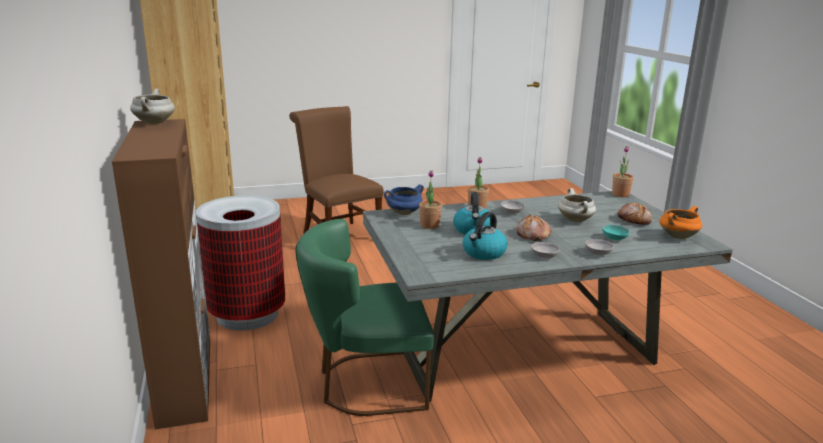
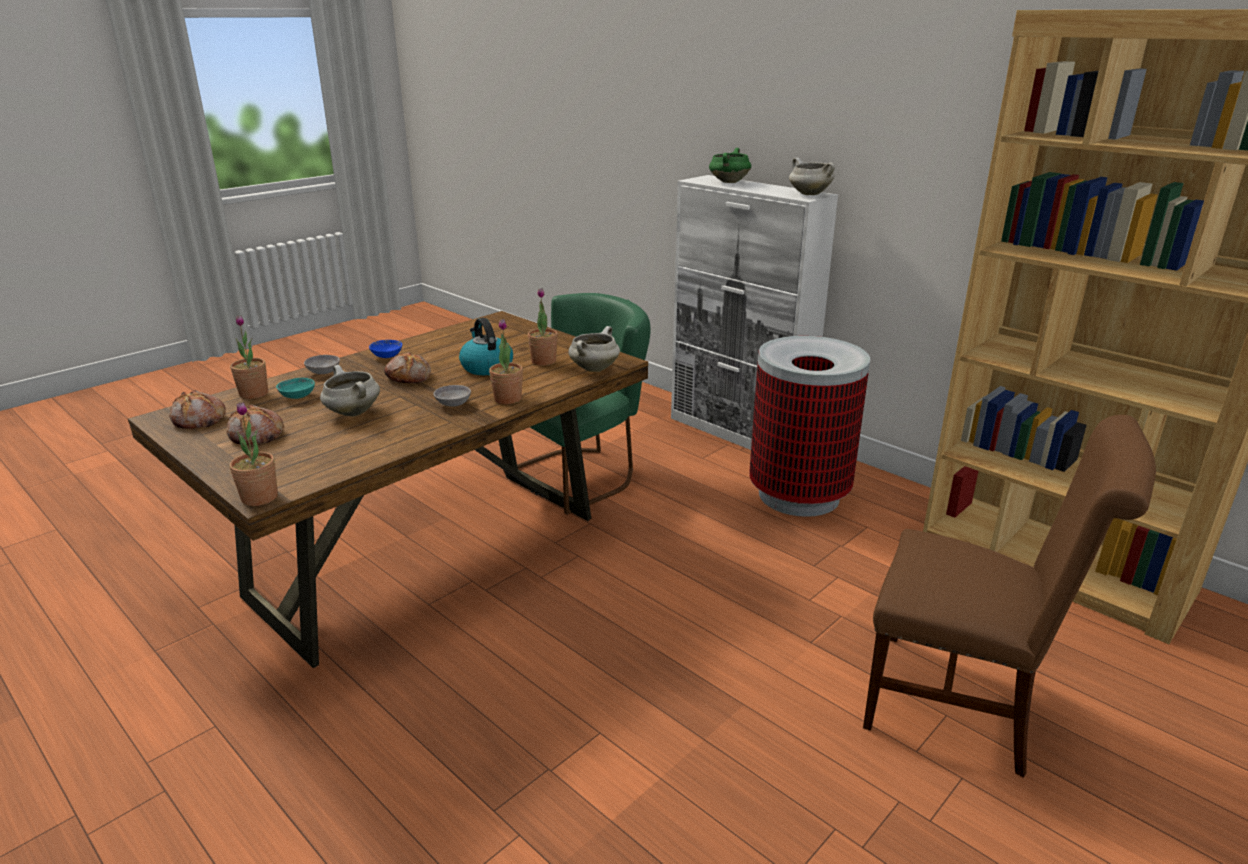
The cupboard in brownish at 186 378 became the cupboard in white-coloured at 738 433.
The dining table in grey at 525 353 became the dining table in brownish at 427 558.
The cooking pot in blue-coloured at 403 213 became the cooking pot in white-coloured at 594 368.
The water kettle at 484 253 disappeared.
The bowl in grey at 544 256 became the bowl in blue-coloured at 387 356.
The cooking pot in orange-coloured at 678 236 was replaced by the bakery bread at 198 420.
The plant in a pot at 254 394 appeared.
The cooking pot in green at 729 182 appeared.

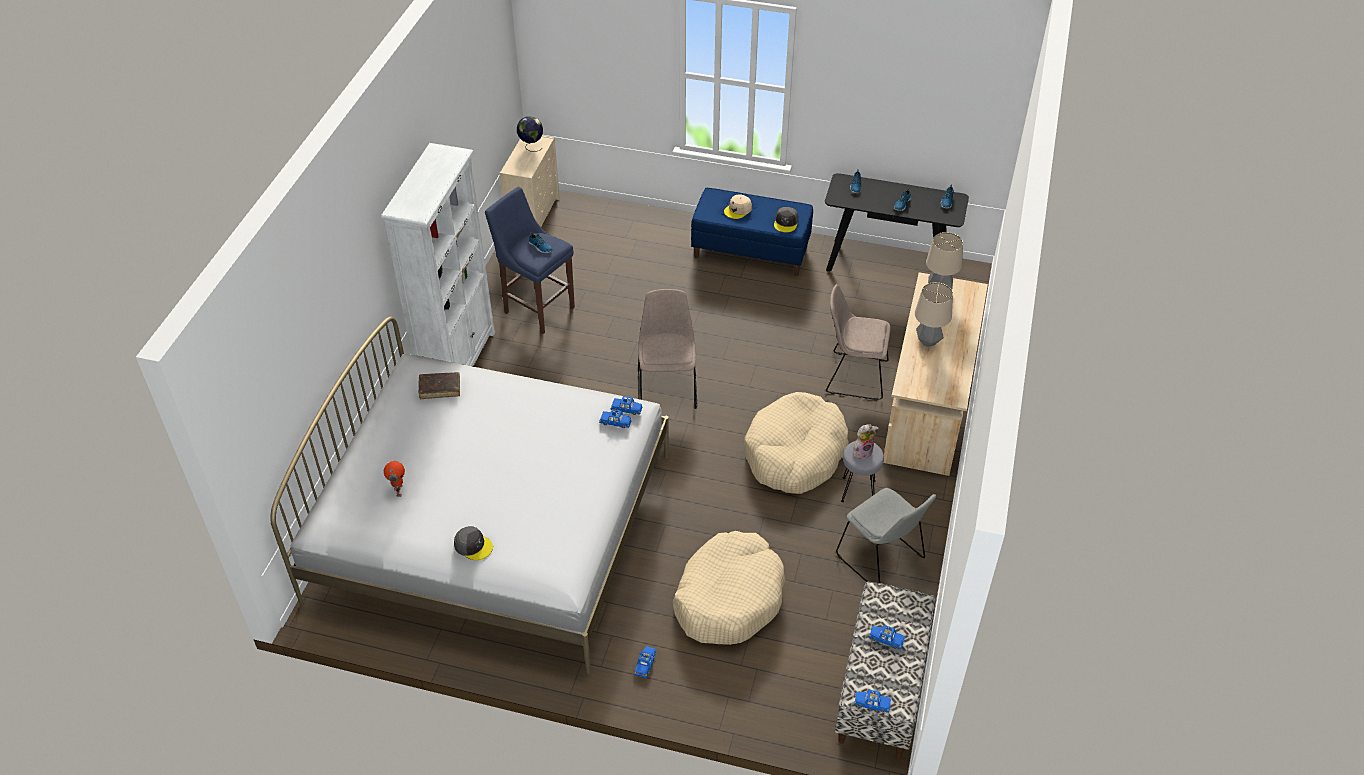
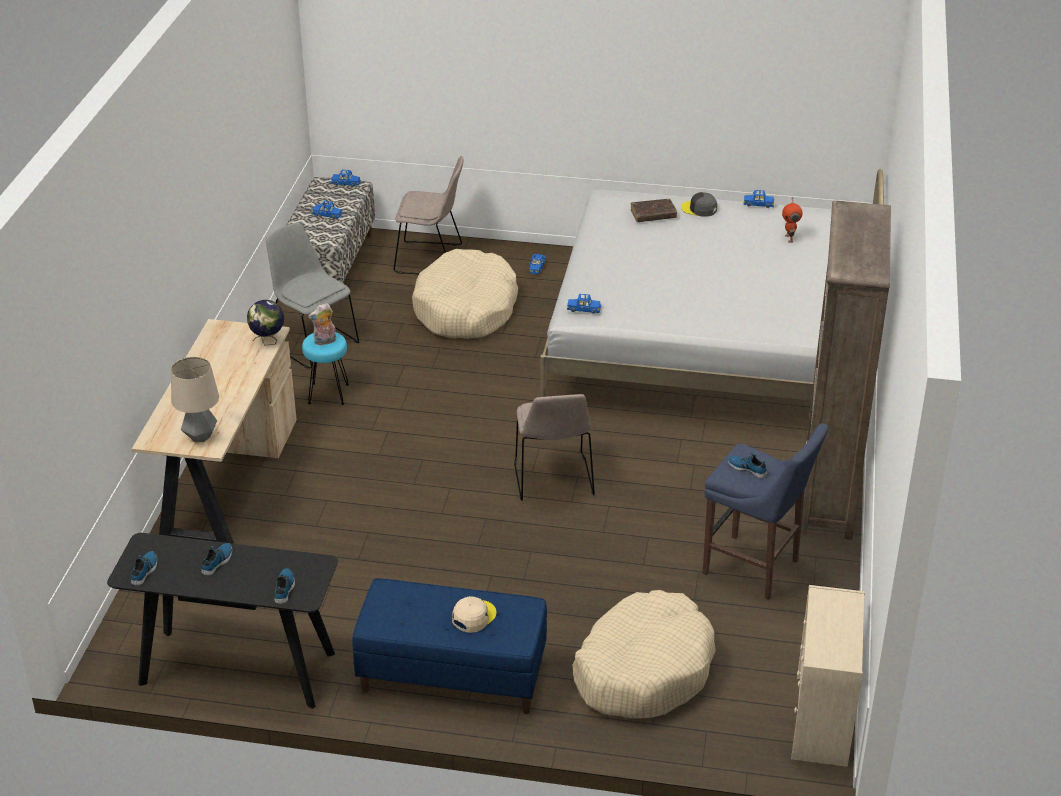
The bookcase in white-coloured at 458 362 became the bookcase in brownish at 827 494.
The book in brownish moved from 440 388 to 653 215.
The globe moved from 531 146 to 268 341.
The toy car in blue-coloured moved from 615 422 to 758 204.
The dog bed in sand-coloured moved from 795 454 to 643 669.
The cap in grey at 786 222 disappeared.
The plain chair in sand-coloured moved from 853 376 to 431 259.
The sitting stool in grey at 858 491 became the sitting stool in turquoise at 328 393.
The lamp for a table at 928 341 disappeared.

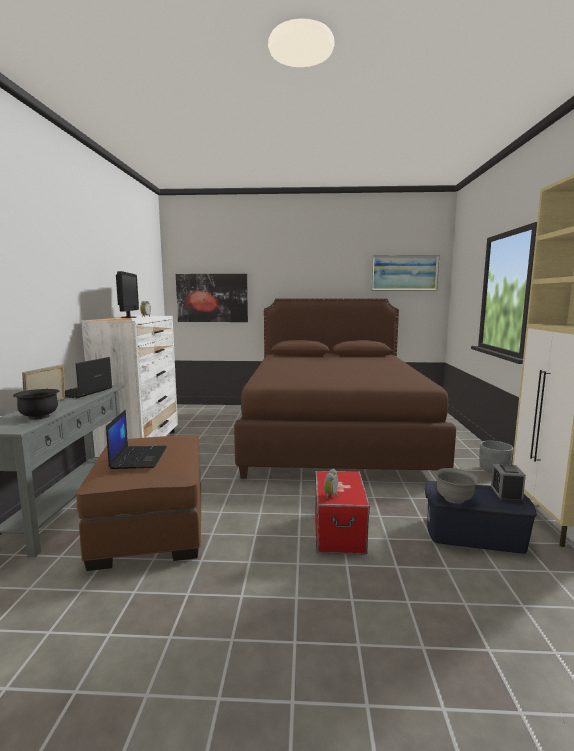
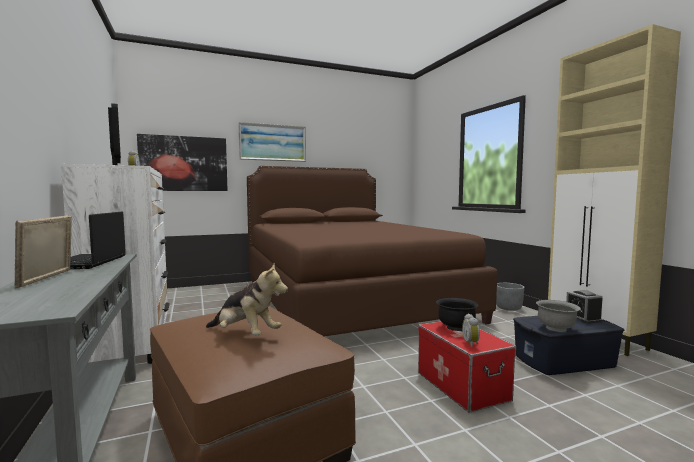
The bowl in black-coloured moved from 39 417 to 456 327.
The laptop at 138 457 was replaced by the soft toy at 245 335.
The picture moved from 404 273 to 273 142.

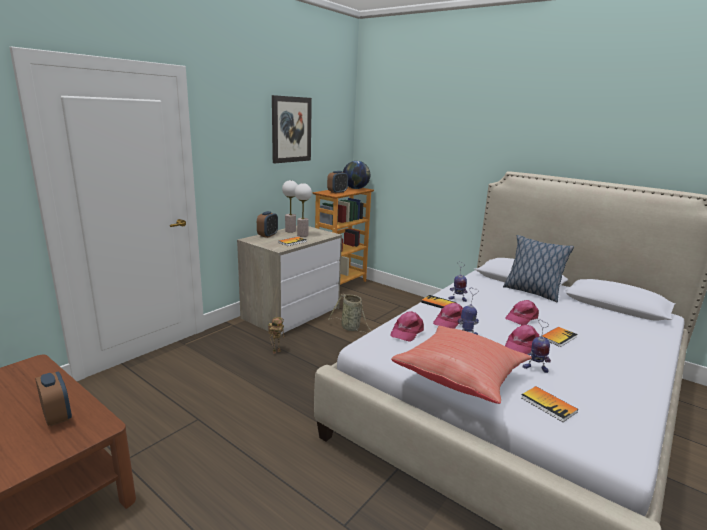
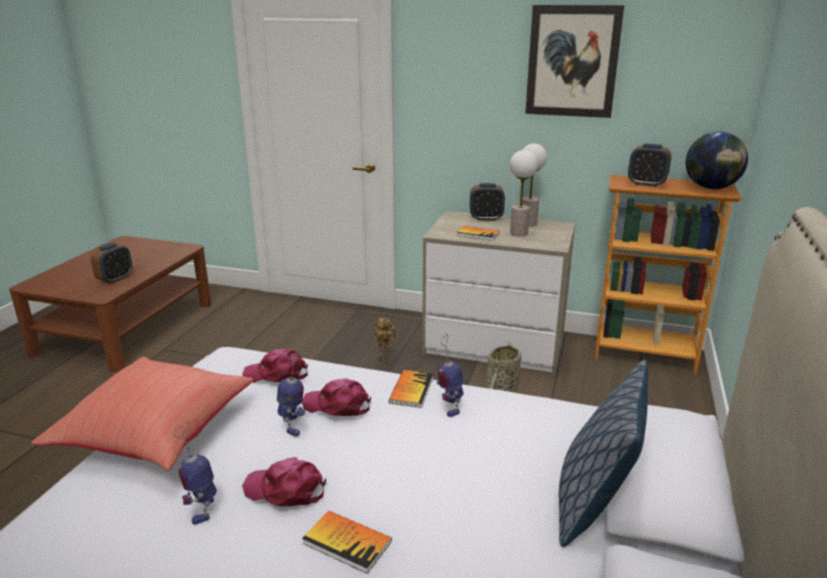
The cap in pink at 521 317 disappeared.
The book at 548 404 disappeared.

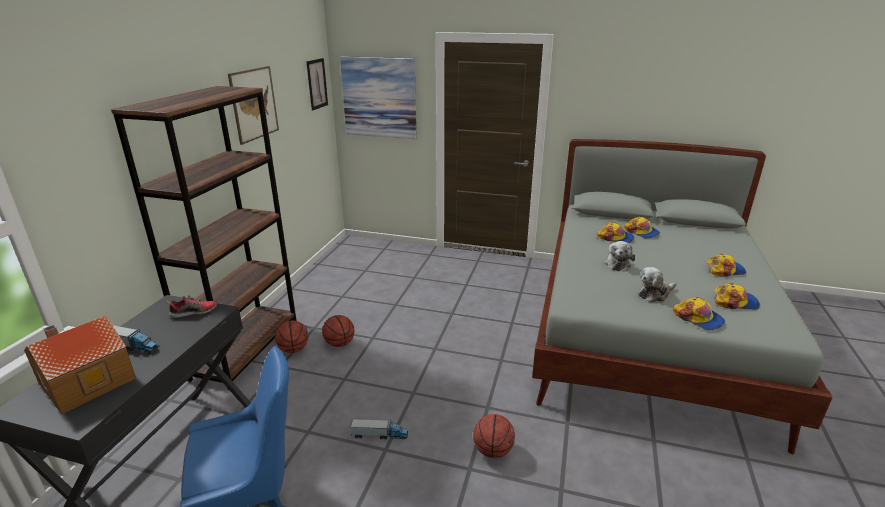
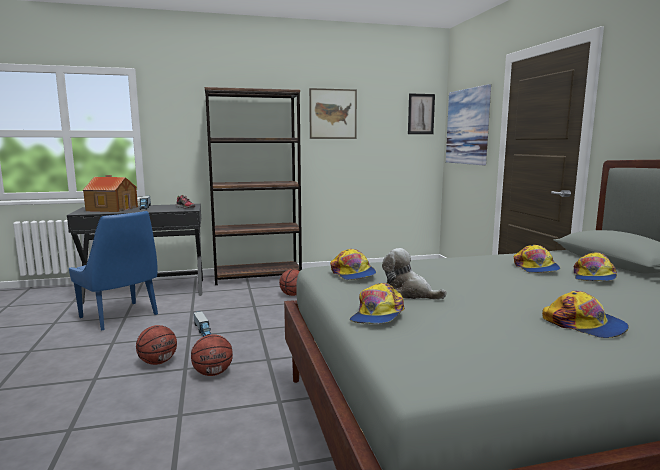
The ball for basketball moved from 293 349 to 158 362.
The soft toy at 617 264 disappeared.
The cap moved from 735 302 to 353 273.

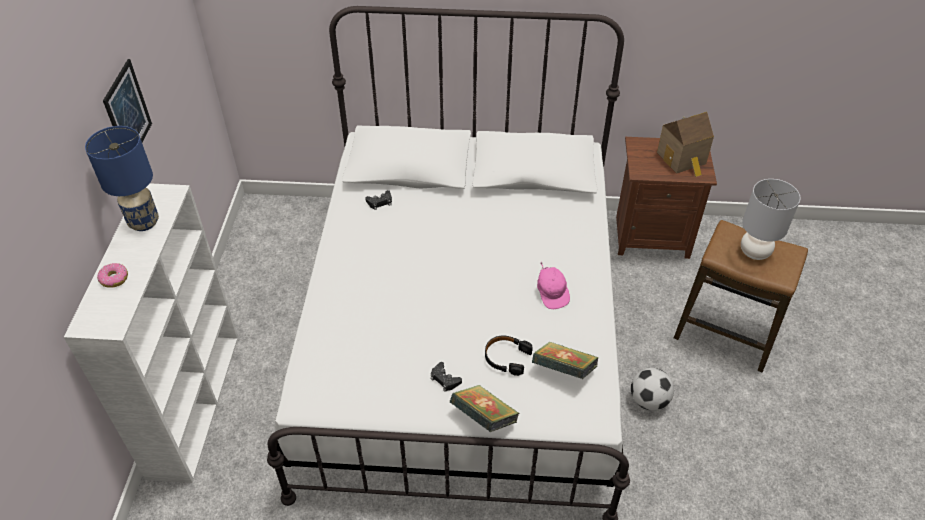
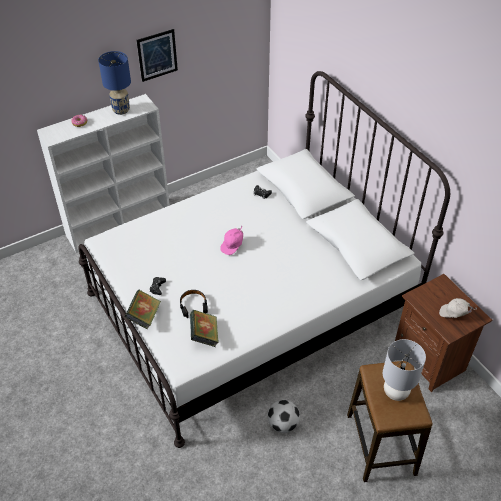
The cap in pink moved from 552 293 to 233 246.
The model house at 683 159 was replaced by the cap in white-coloured at 454 314.

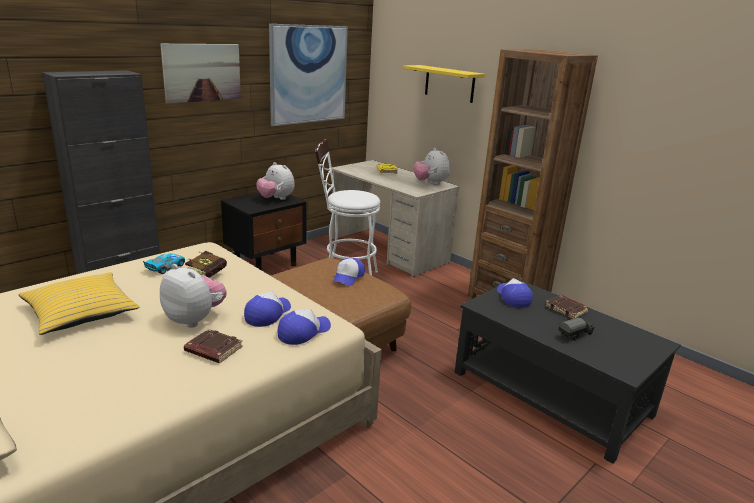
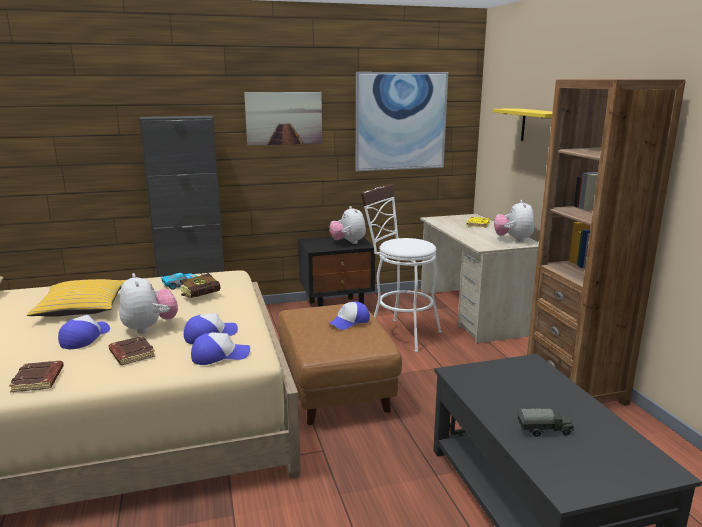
The cap moved from 513 297 to 85 338.
The book in brownish moved from 567 309 to 39 380.

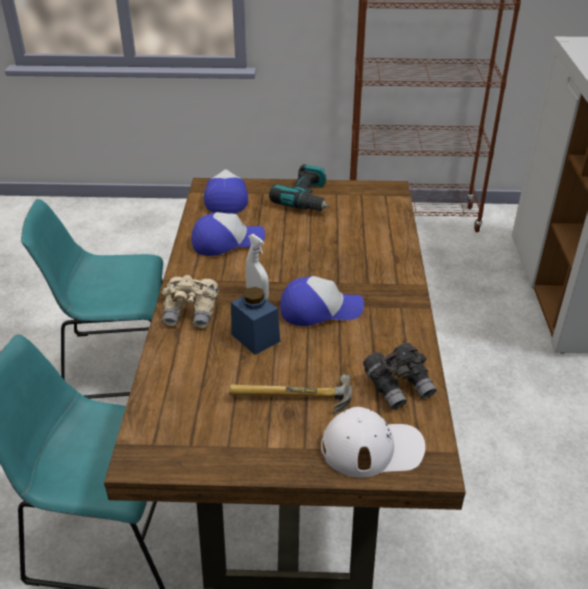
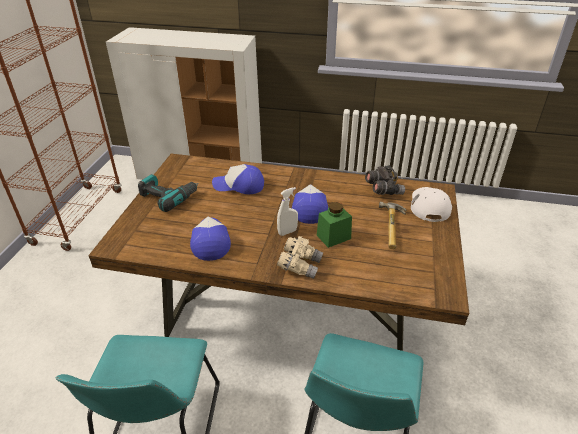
The cap moved from 226 198 to 239 186.
The preserve jar in blue-coloured at 255 337 became the preserve jar in green at 333 237.

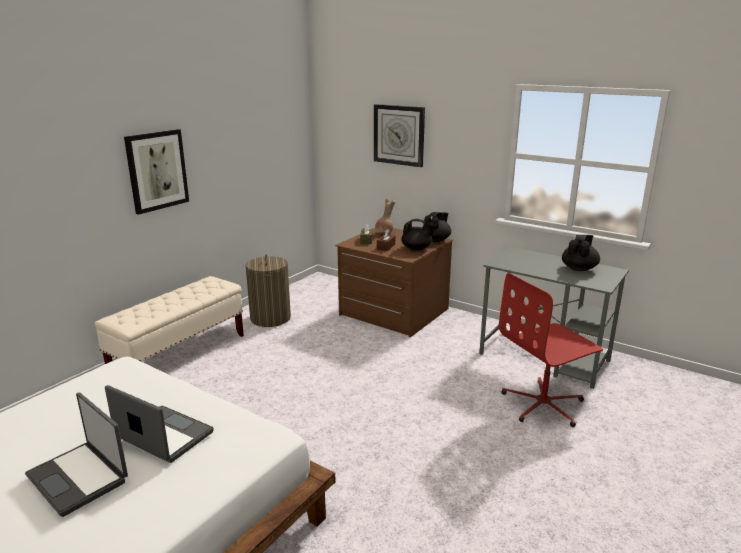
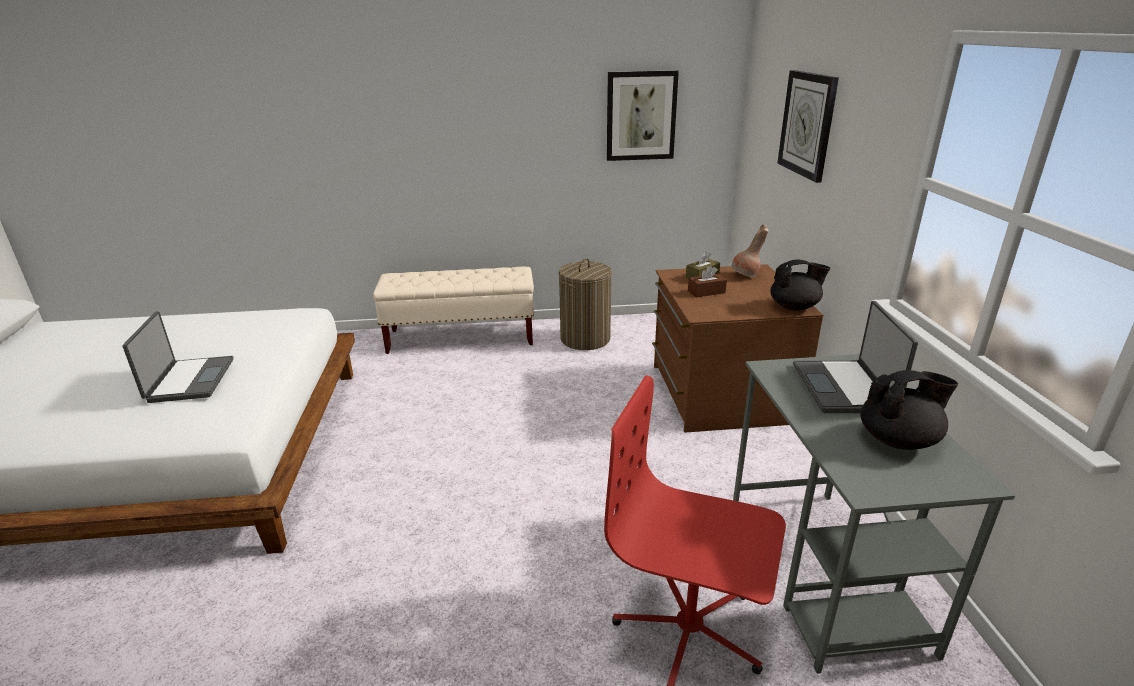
The laptop moved from 79 477 to 845 388.
The picture moved from 157 170 to 641 116.
The teapot in black-coloured at 417 248 disappeared.

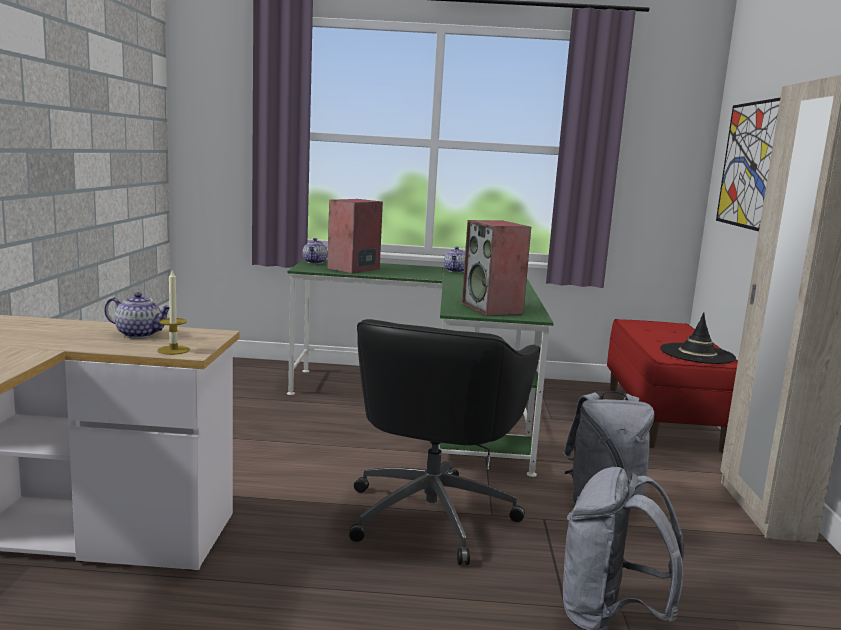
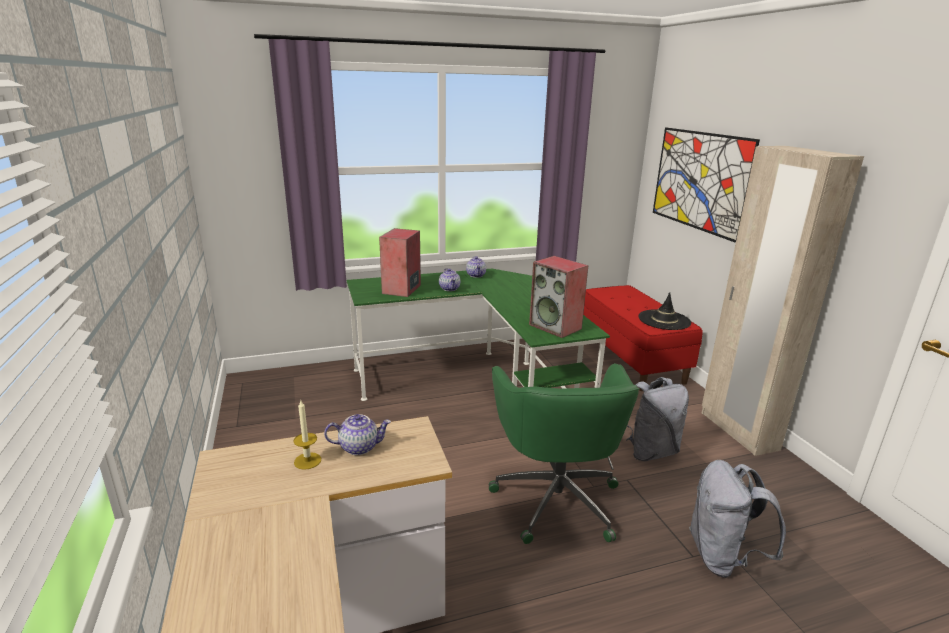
The wax candle moved from 173 350 to 307 461.
The teapot moved from 315 262 to 450 288.
The computer chair in black-coloured at 432 513 became the computer chair in green at 556 497.

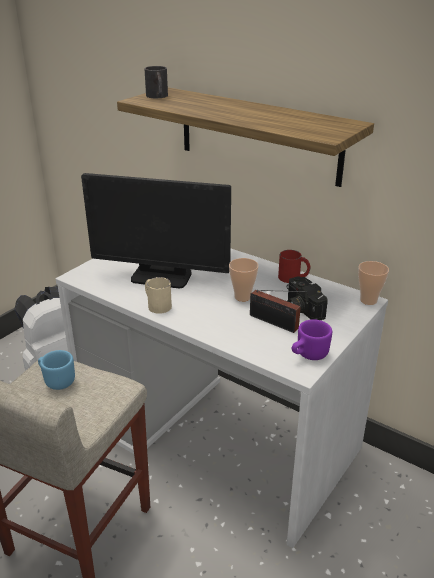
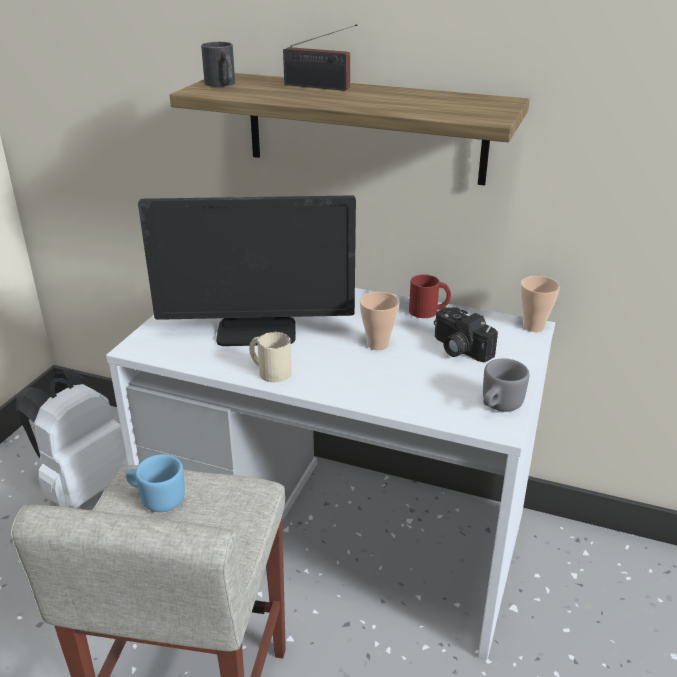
The radio set moved from 276 323 to 320 87.
The mug in purplish at 308 355 became the mug in grey at 498 406.

